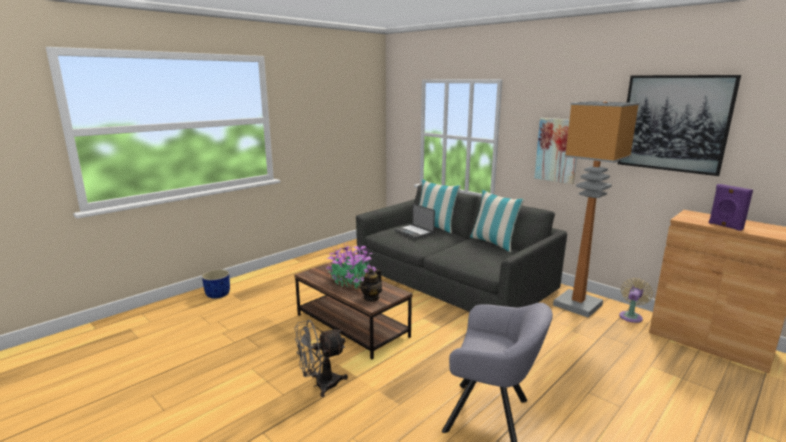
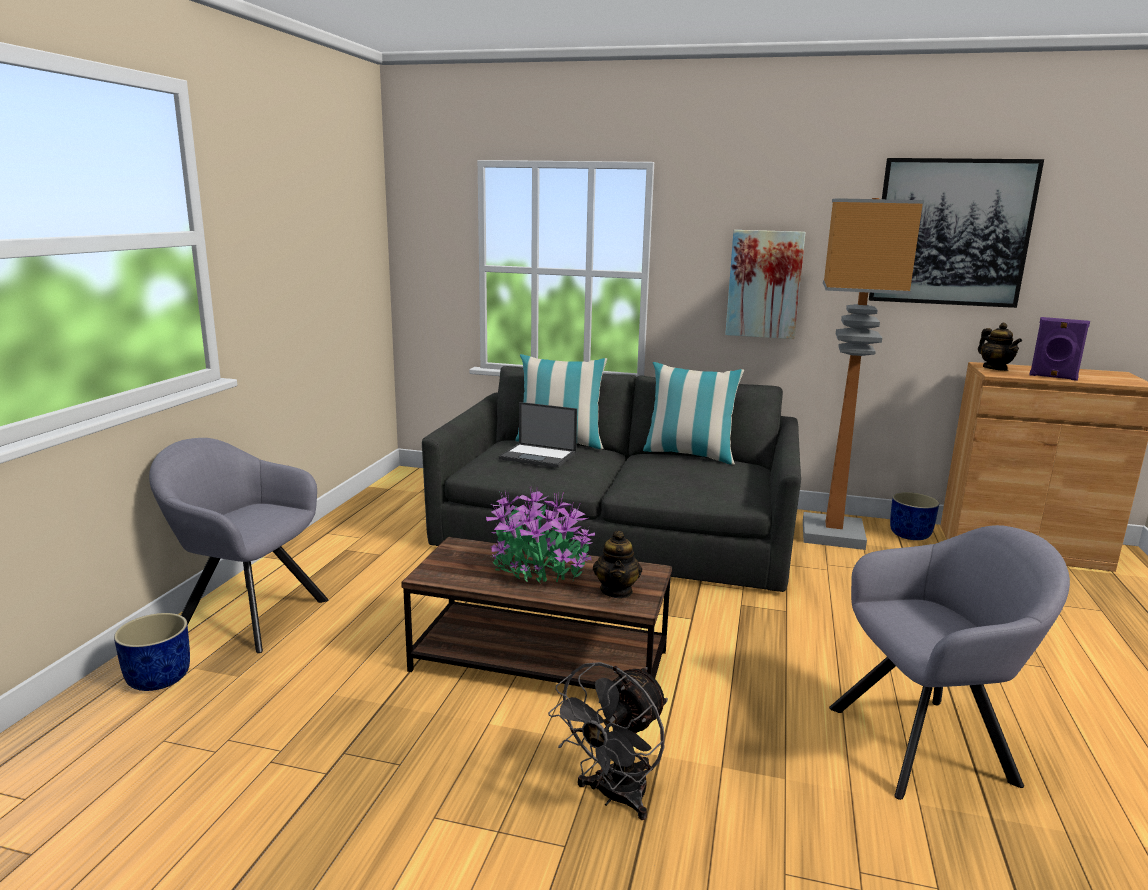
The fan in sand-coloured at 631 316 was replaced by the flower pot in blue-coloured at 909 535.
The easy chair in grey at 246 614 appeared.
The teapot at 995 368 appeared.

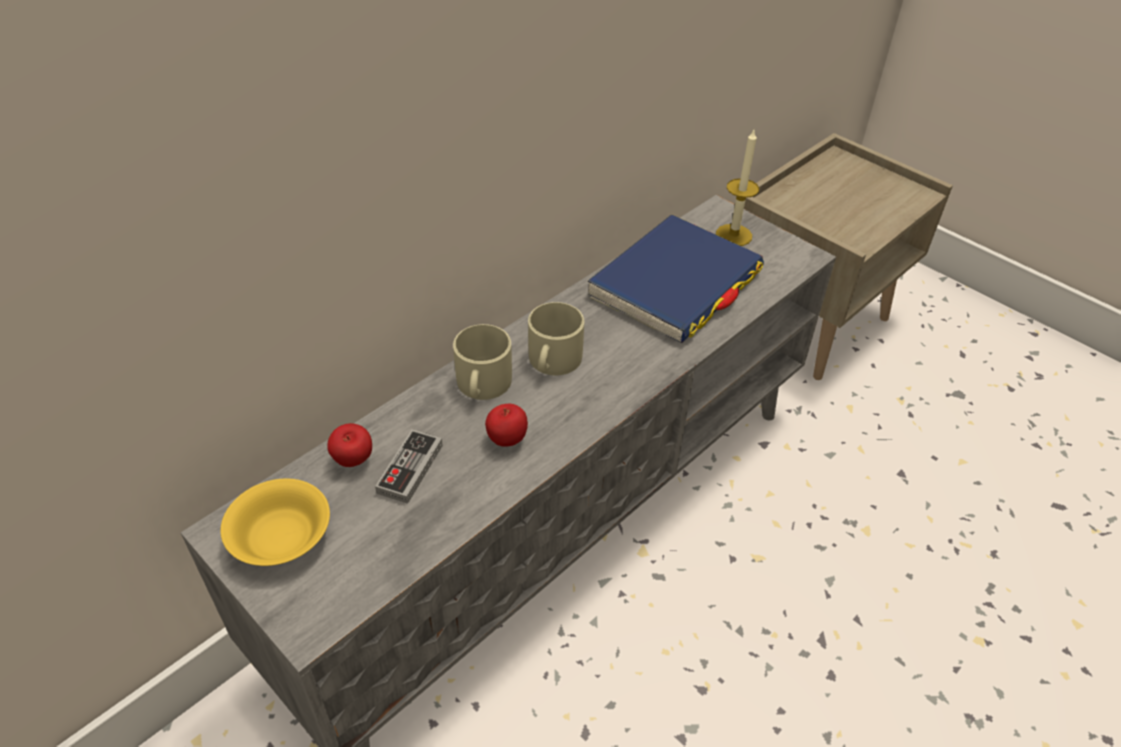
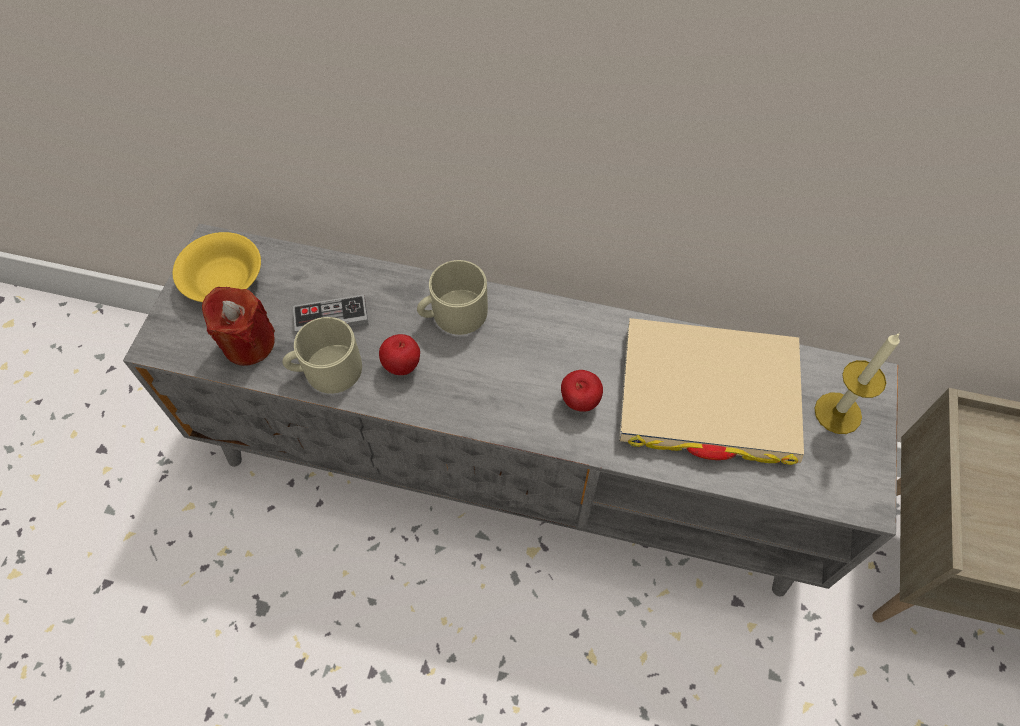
The apple fruit moved from 353 461 to 579 402.
The mug in sand-coloured moved from 553 361 to 326 370.
The book in blue-coloured at 676 284 became the book in sand-coloured at 707 396.
The wax candle in red at 248 343 appeared.

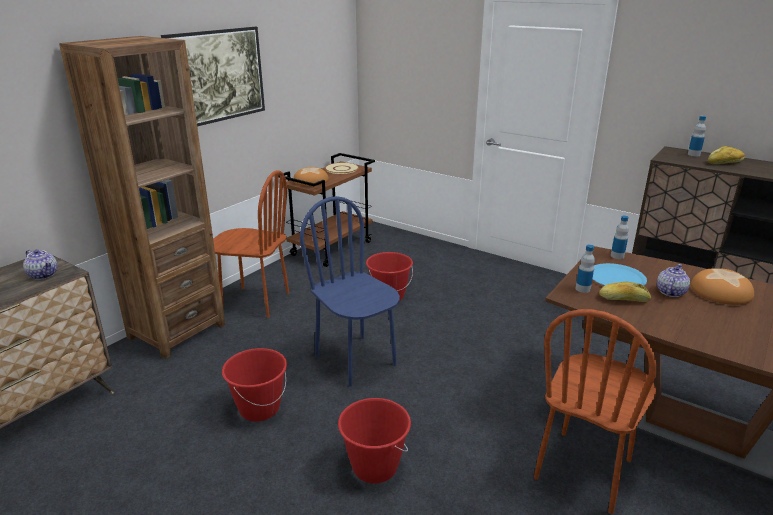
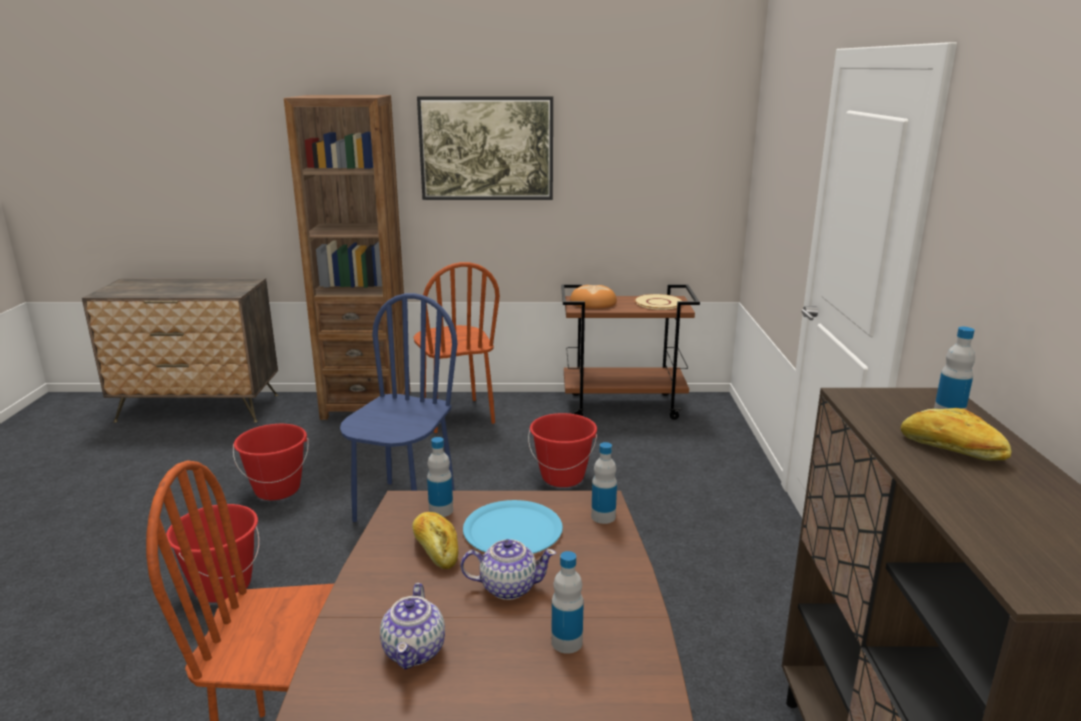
The teapot moved from 44 275 to 415 651.
The bakery bread at 720 292 was replaced by the drink bottle at 566 642.

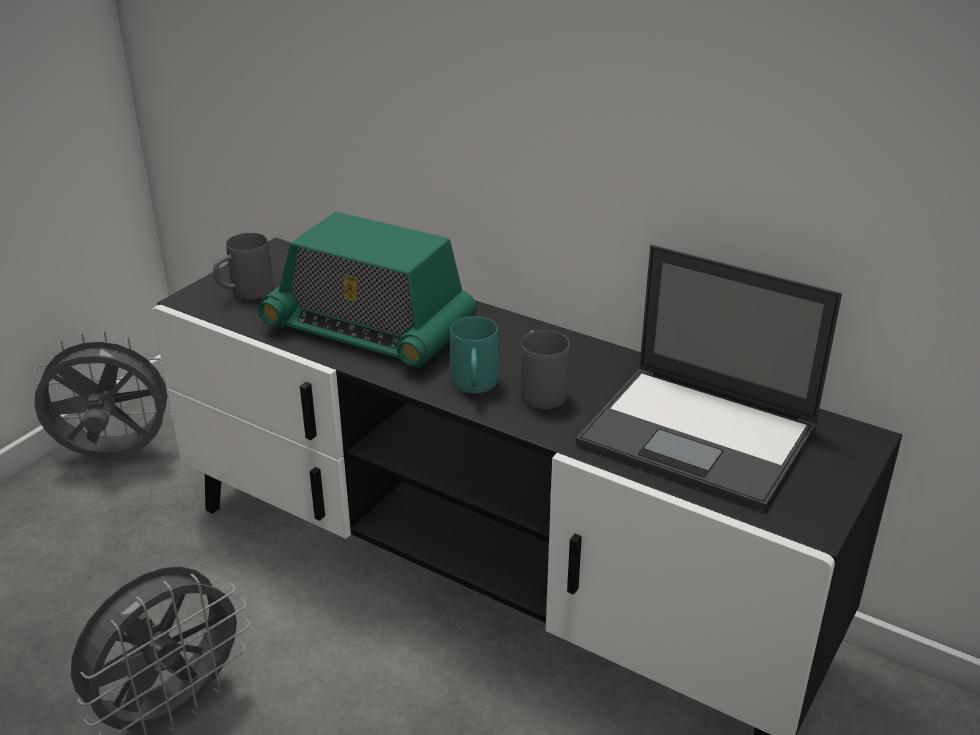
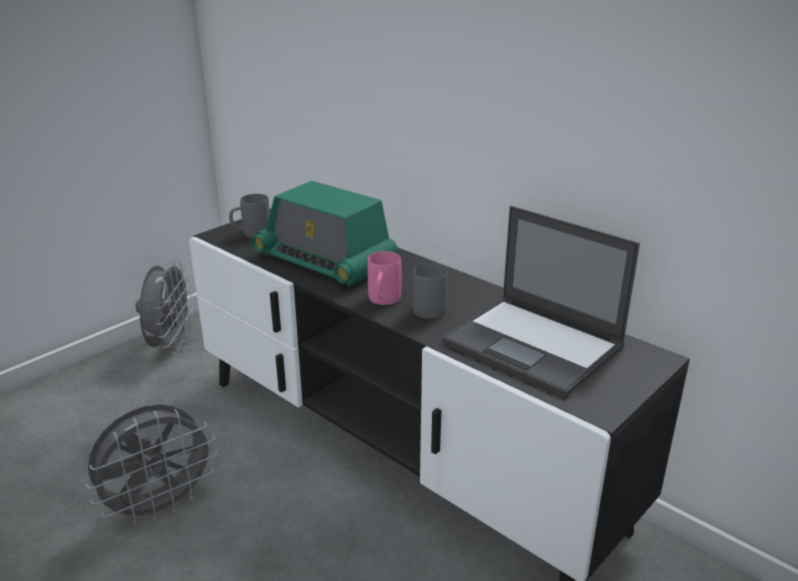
The fan in grey at 114 456 turned 90 degrees clockwise.
The mug in turquoise at 474 387 became the mug in pink at 383 301.

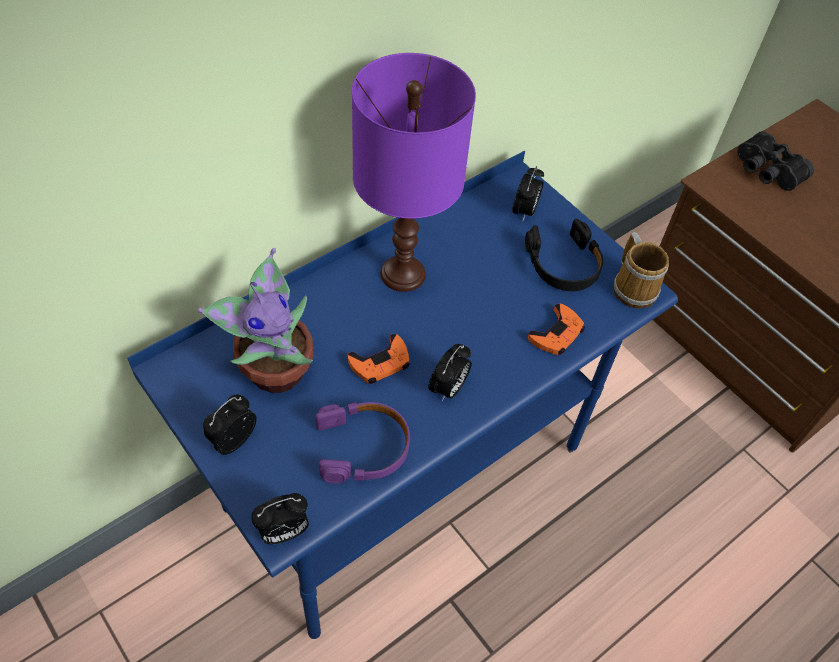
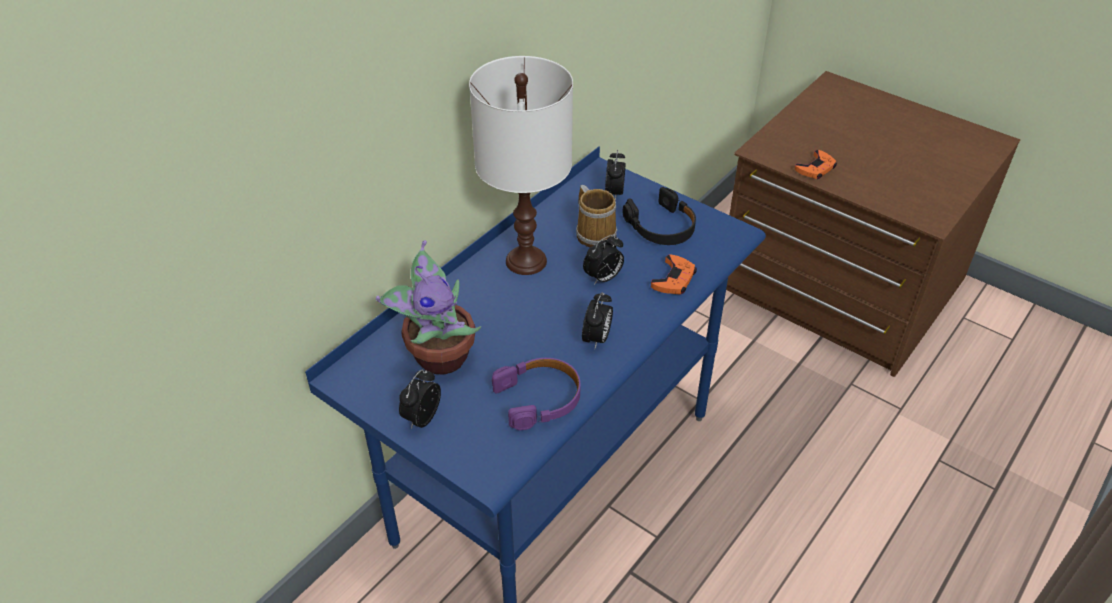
The alarm clock moved from 283 532 to 603 278.
The game controller in orange-coloured moved from 380 363 to 816 168.
The lamp for a table in purplish at 403 273 became the lamp for a table in white-coloured at 526 260.
The mug moved from 635 287 to 595 233.
The binoculars in black-coloured at 766 171 disappeared.

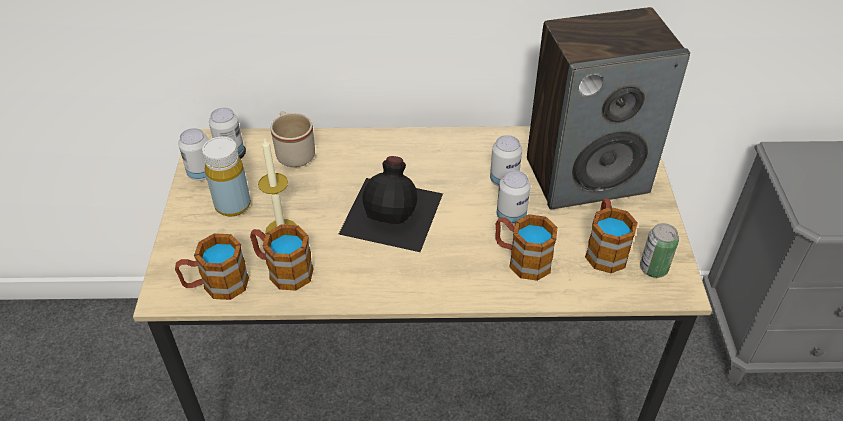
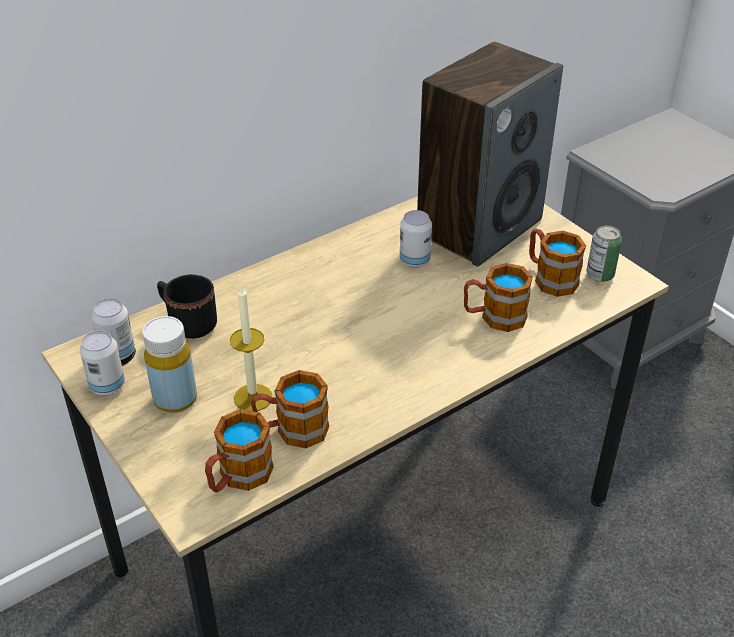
The mug in sand-coloured at 294 152 became the mug in black-coloured at 188 323.
The drink bottle in black-coloured at 393 212 disappeared.
The can at 511 216 disappeared.

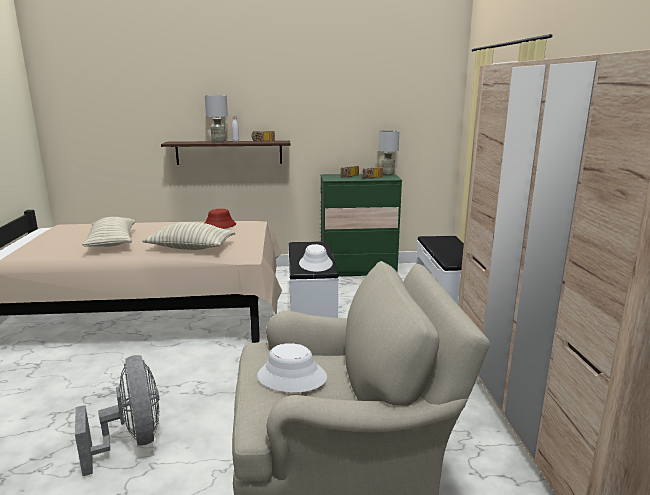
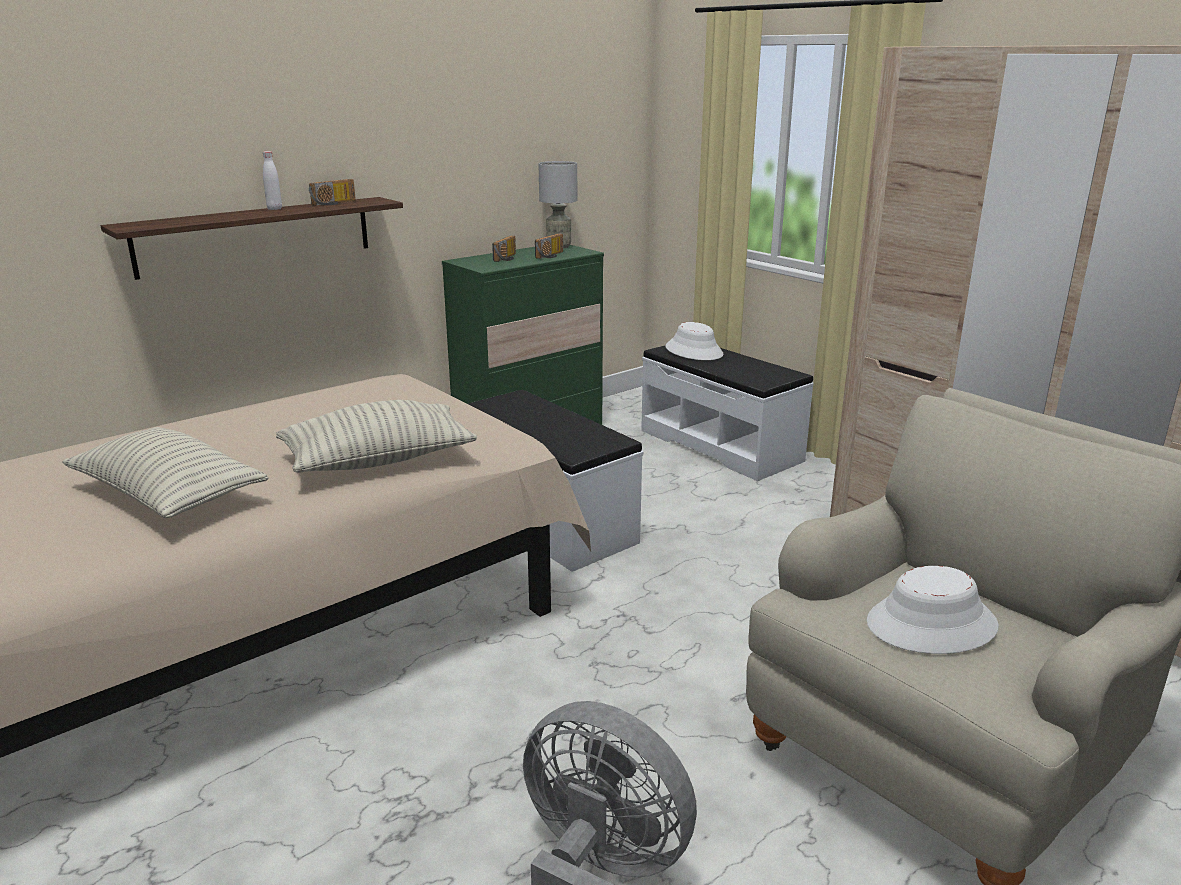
The lamp for a table in grey at 218 142 disappeared.
The clothing hat in red at 219 225 disappeared.
The clothing hat in white-coloured moved from 316 264 to 694 351.

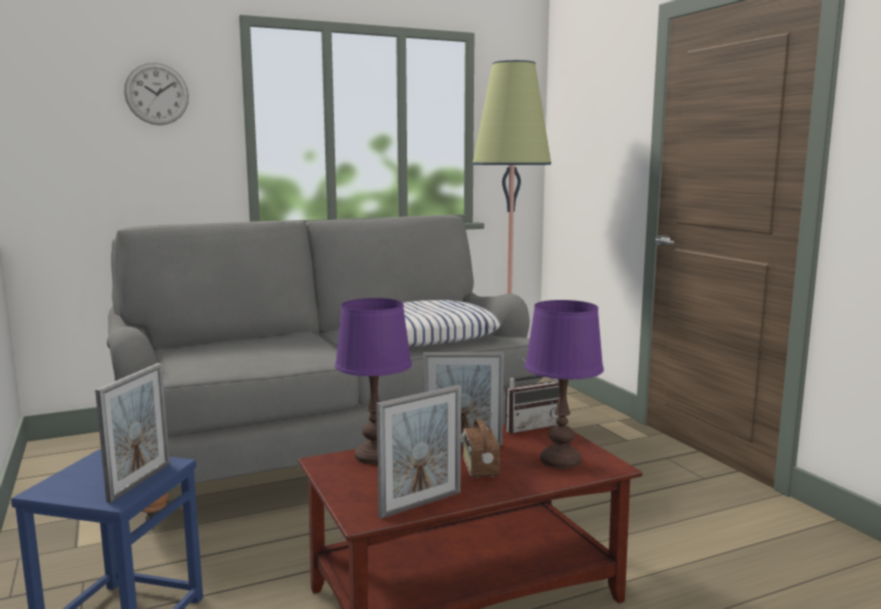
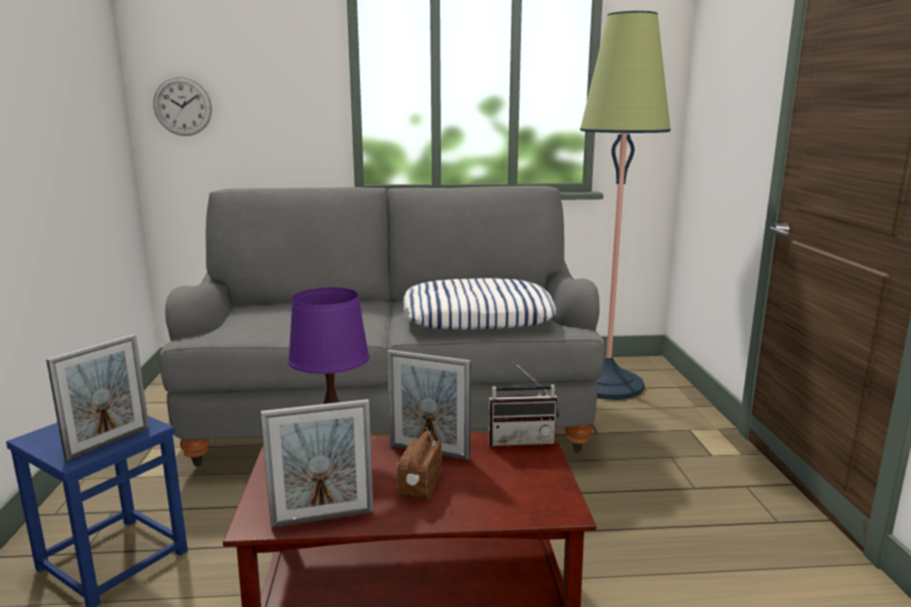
The wall clock moved from 157 94 to 182 106.
The lamp for a table in purplish at 561 460 disappeared.

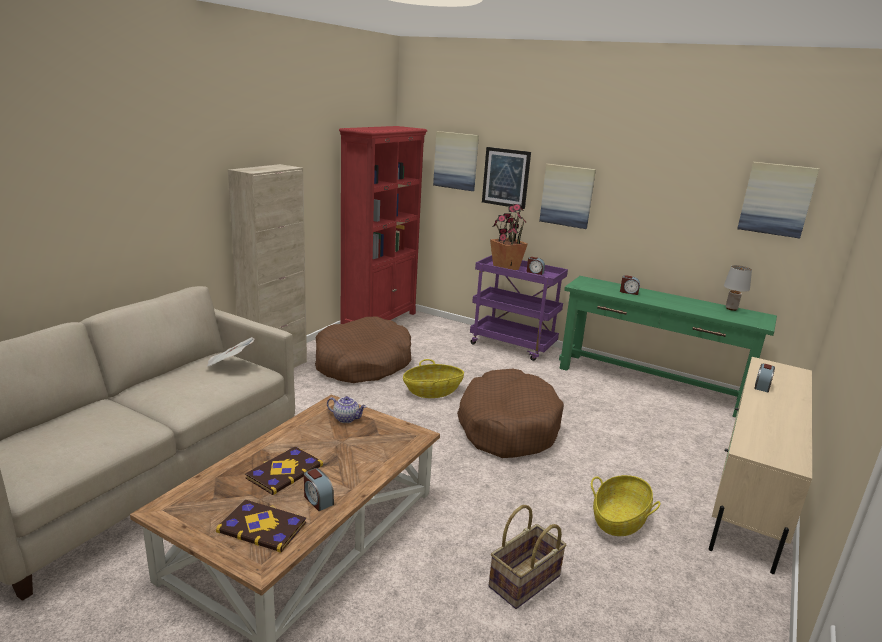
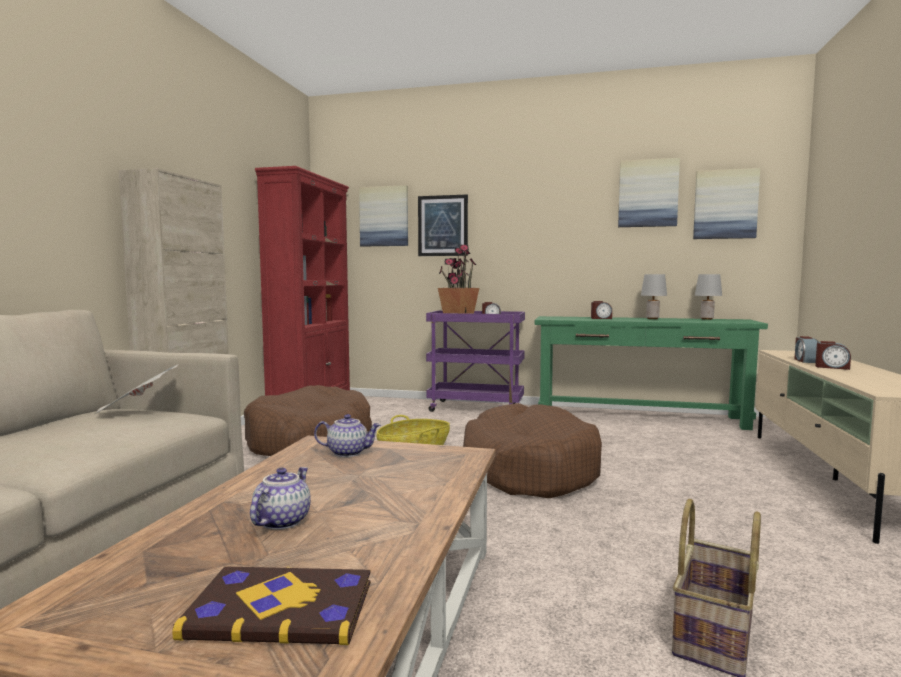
The book at 284 471 was replaced by the teapot at 281 521.
The alarm clock moved from 317 500 to 832 367.
The picture moved from 567 196 to 648 193.
The storage basket at 619 519 disappeared.
The lamp for a table in grey at 652 318 appeared.

